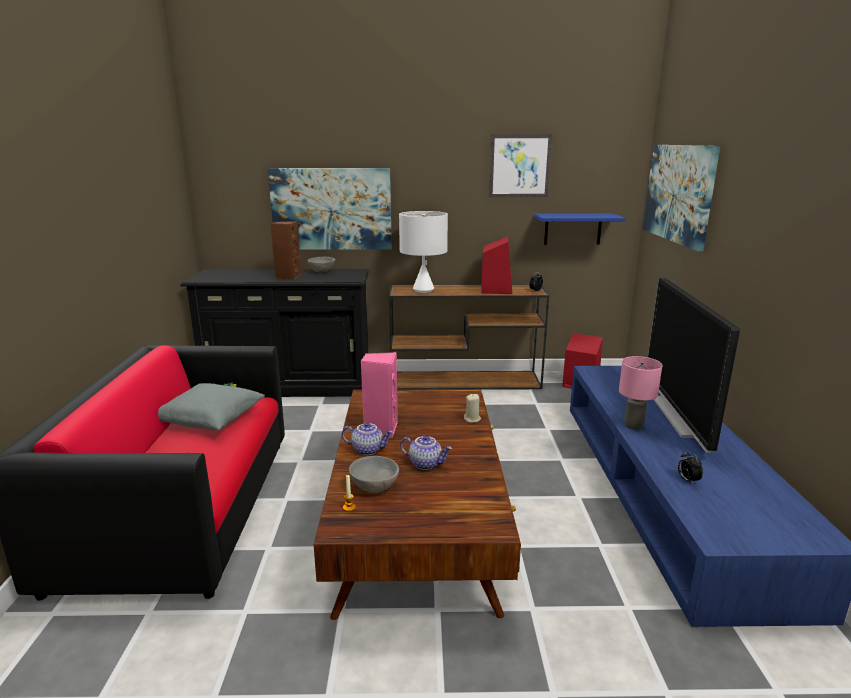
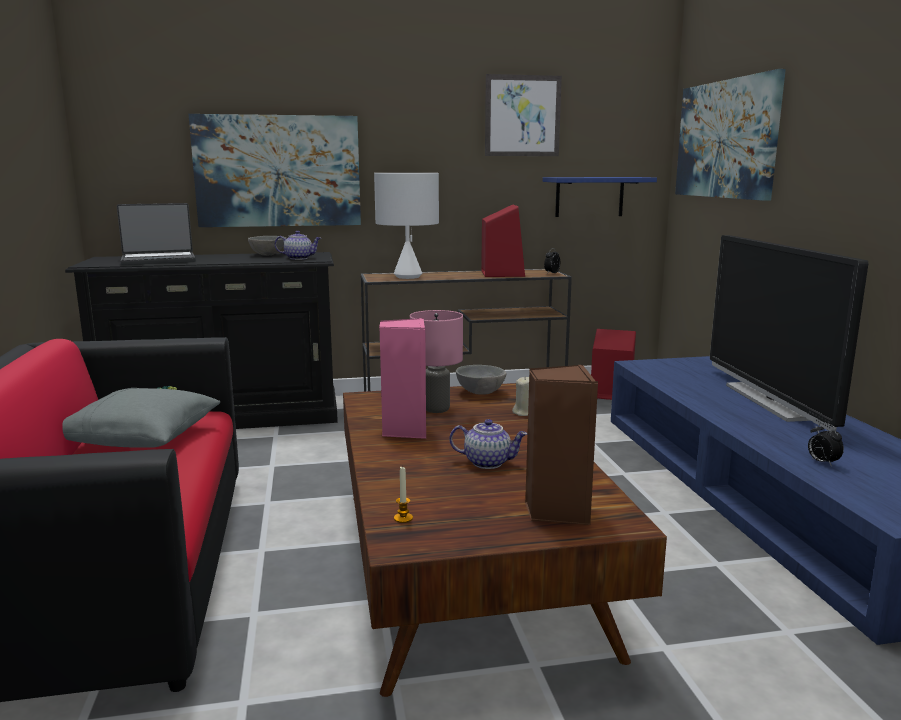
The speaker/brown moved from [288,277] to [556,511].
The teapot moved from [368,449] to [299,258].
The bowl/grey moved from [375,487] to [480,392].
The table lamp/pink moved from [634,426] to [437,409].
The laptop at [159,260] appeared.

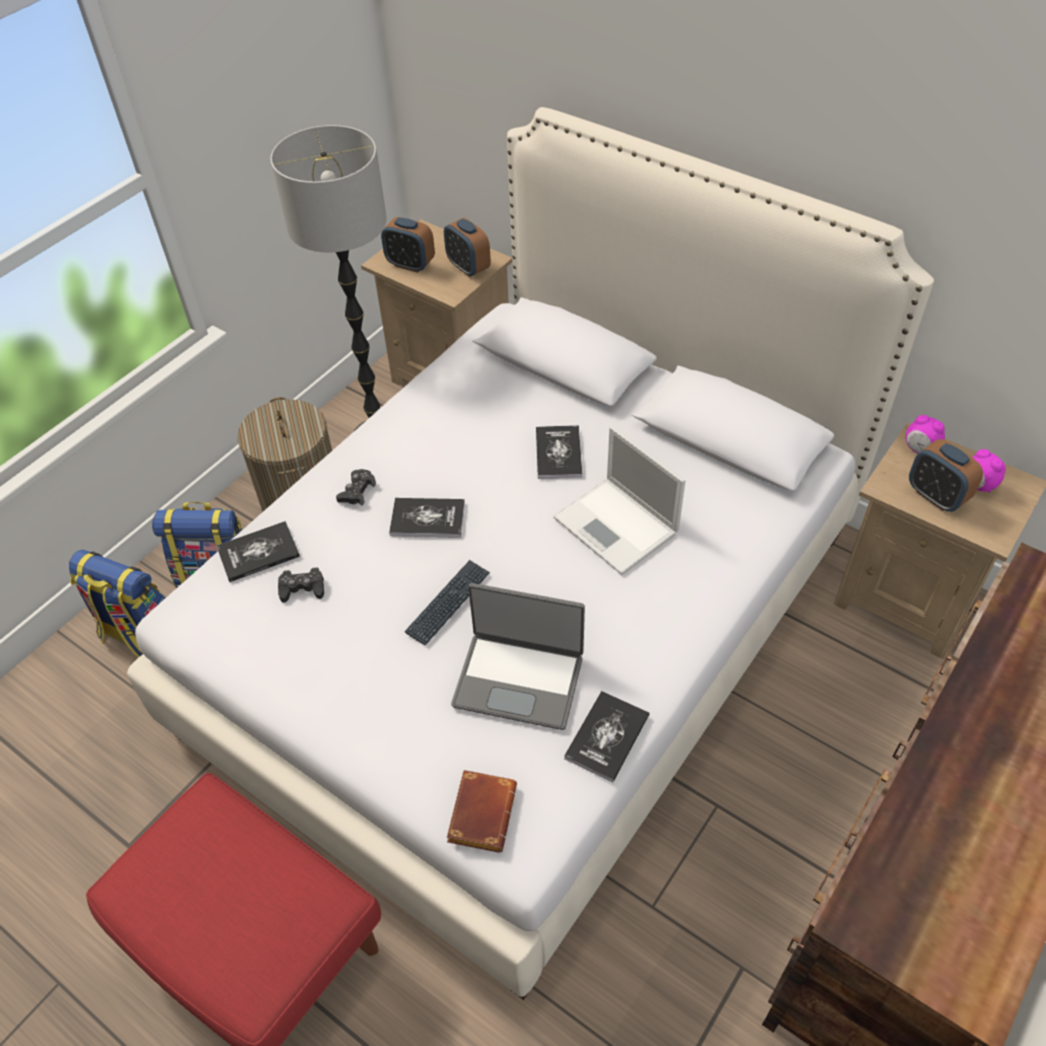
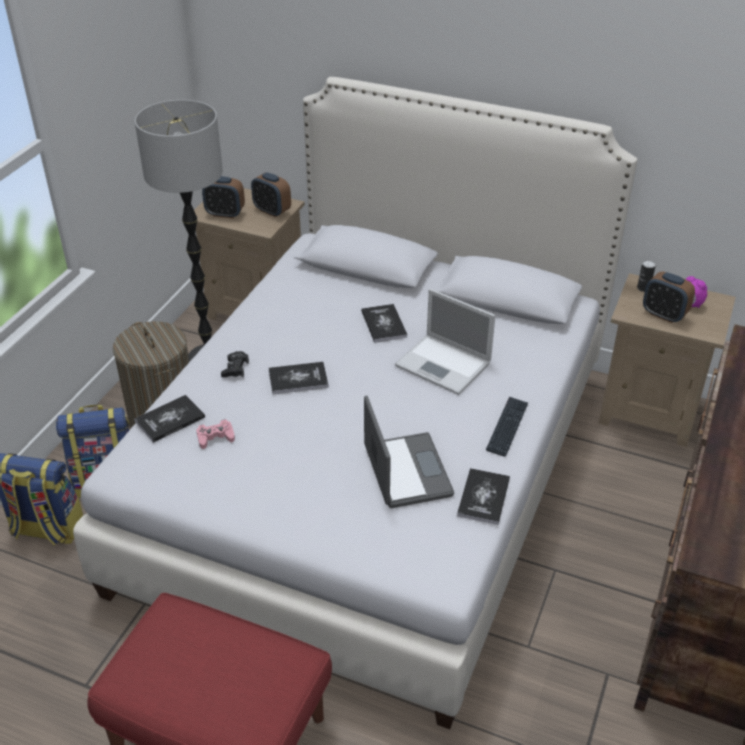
The game controller/black at [302,588] became the game controller/pink at [215,437].
The keyboard moved from [448,603] to [507,427].
The book/brown at [480,812] disappeared.
The laptop at [519,679] turned 105 degrees counterclockwise.
The alarm clock at [920,449] was replaced by the can at [643,288].

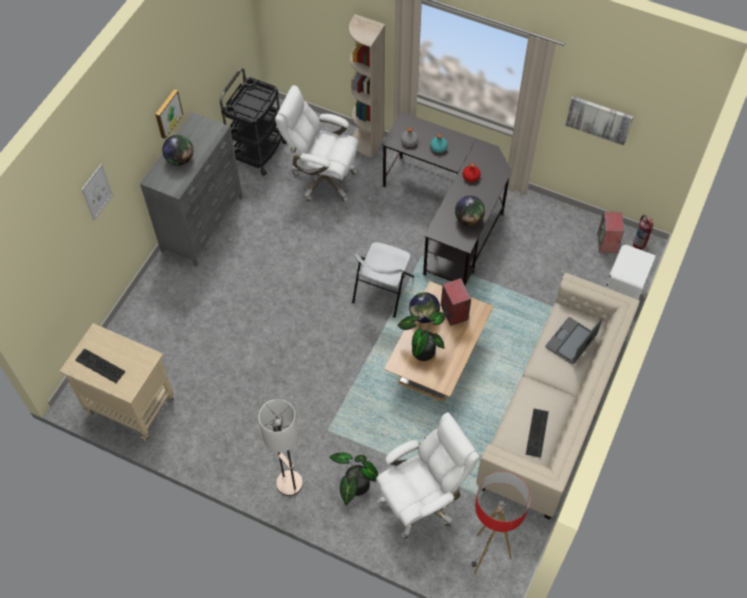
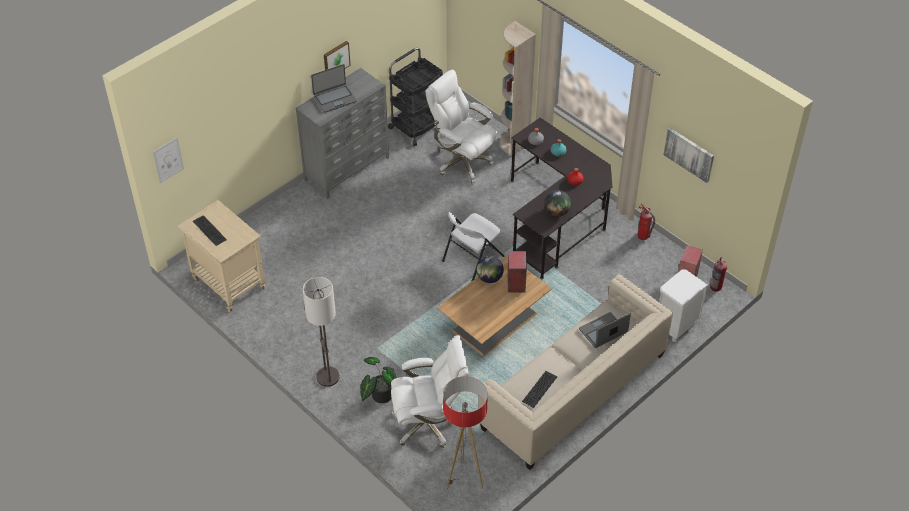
The picture moved from [97,192] to [168,160].
The globe at [180,159] was replaced by the laptop at [334,99].
The potted plant at [422,348] disappeared.
The fire extinguisher at [643,236] appeared.

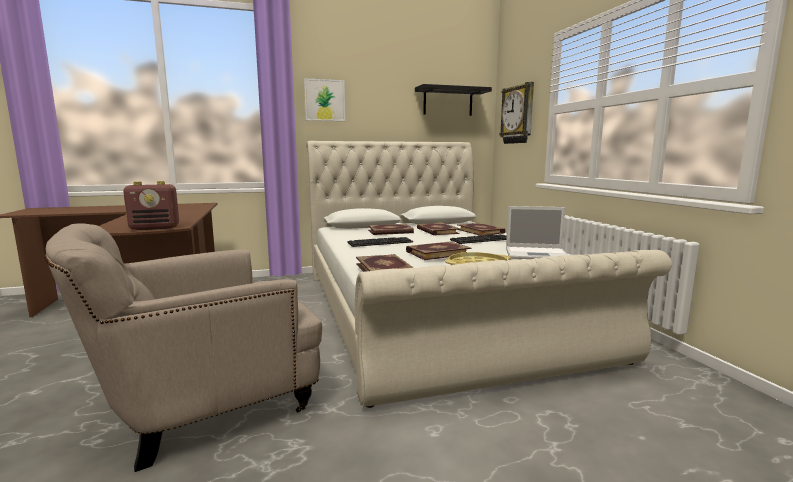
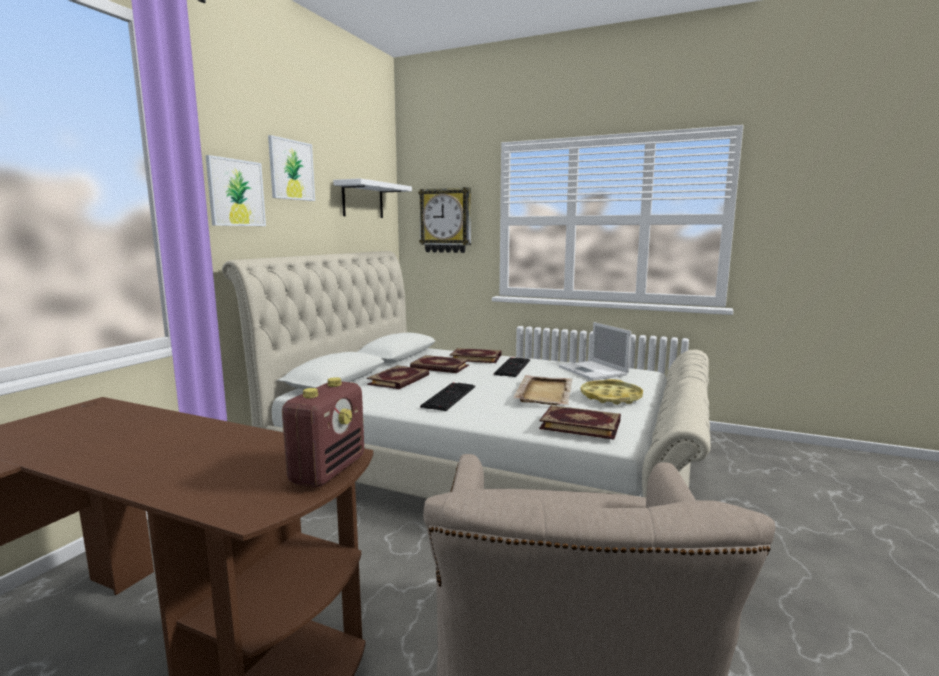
The book at [437,253] was replaced by the tray/beige at [545,392].
The shelf/black at [448,102] became the shelf/white at [362,200].
The laptop at [537,254] turned 105 degrees clockwise.
The picture at [291,170] appeared.

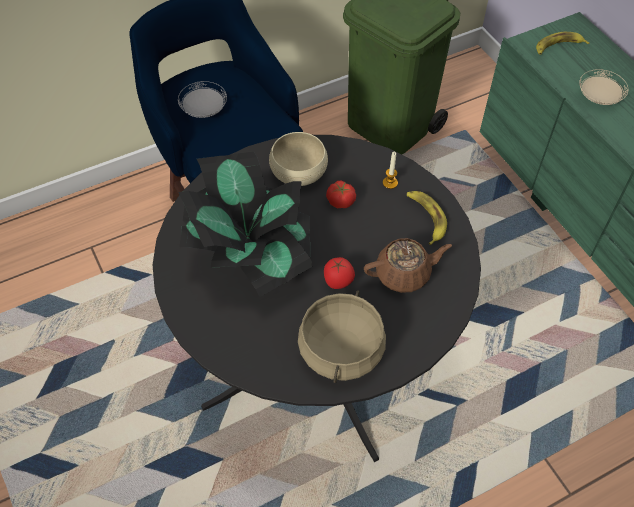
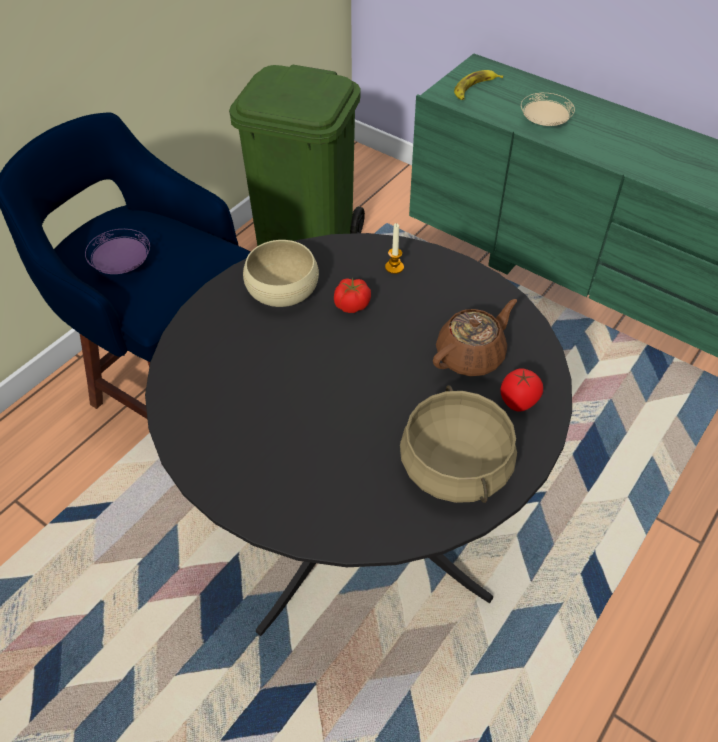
The plate/grey at [204,110] became the plate/purple at [122,265].
The potted plant at [250,253] disappeared.
The tomato moved from [338,282] to [518,402].
The banana at [426,218] disappeared.

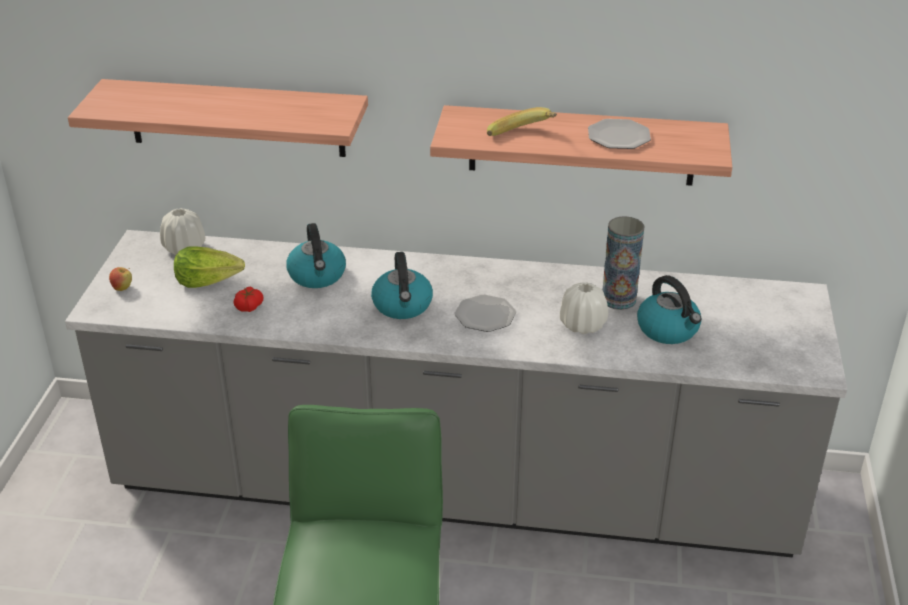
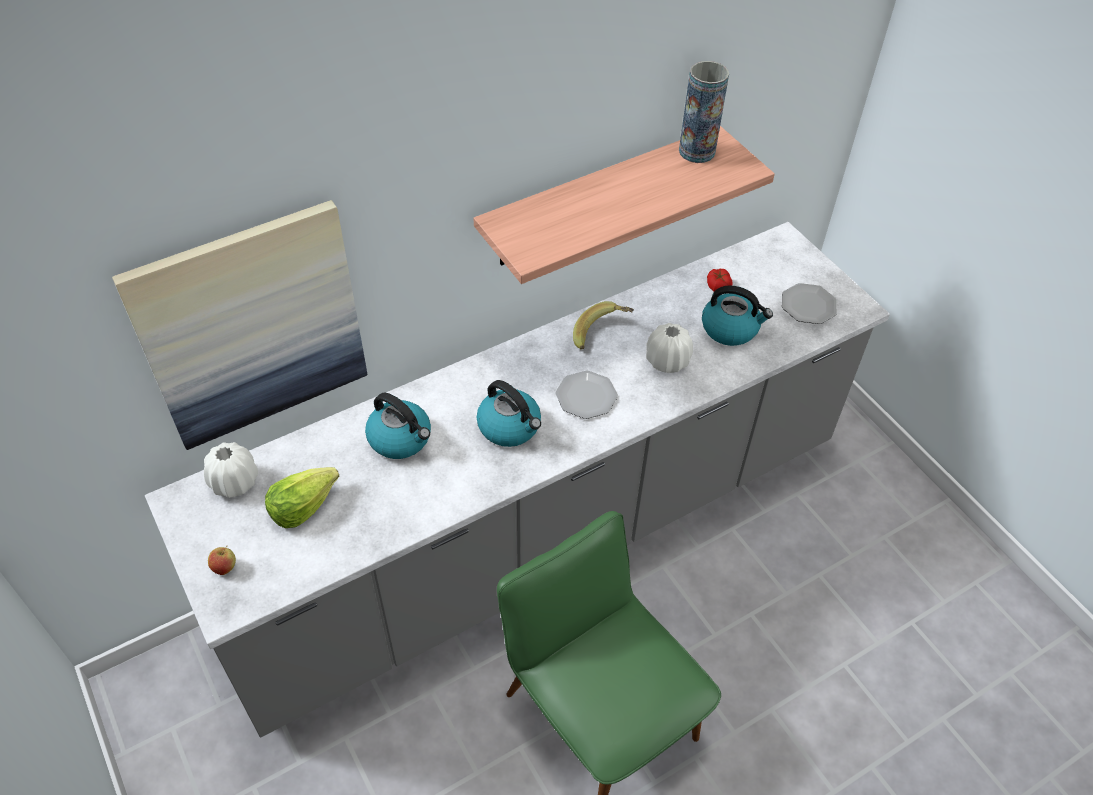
The shelf at [236,118] was replaced by the picture at [252,327].
The tomato moved from [249,306] to [718,286].
The banana moved from [523,137] to [601,335].
The plate moved from [618,137] to [808,306].
The vase moved from [619,299] to [697,151].

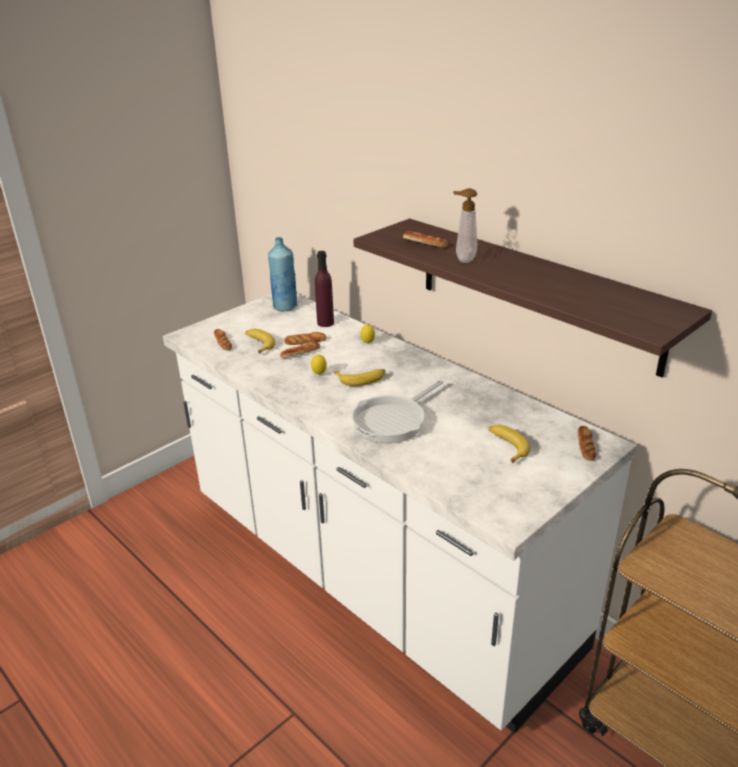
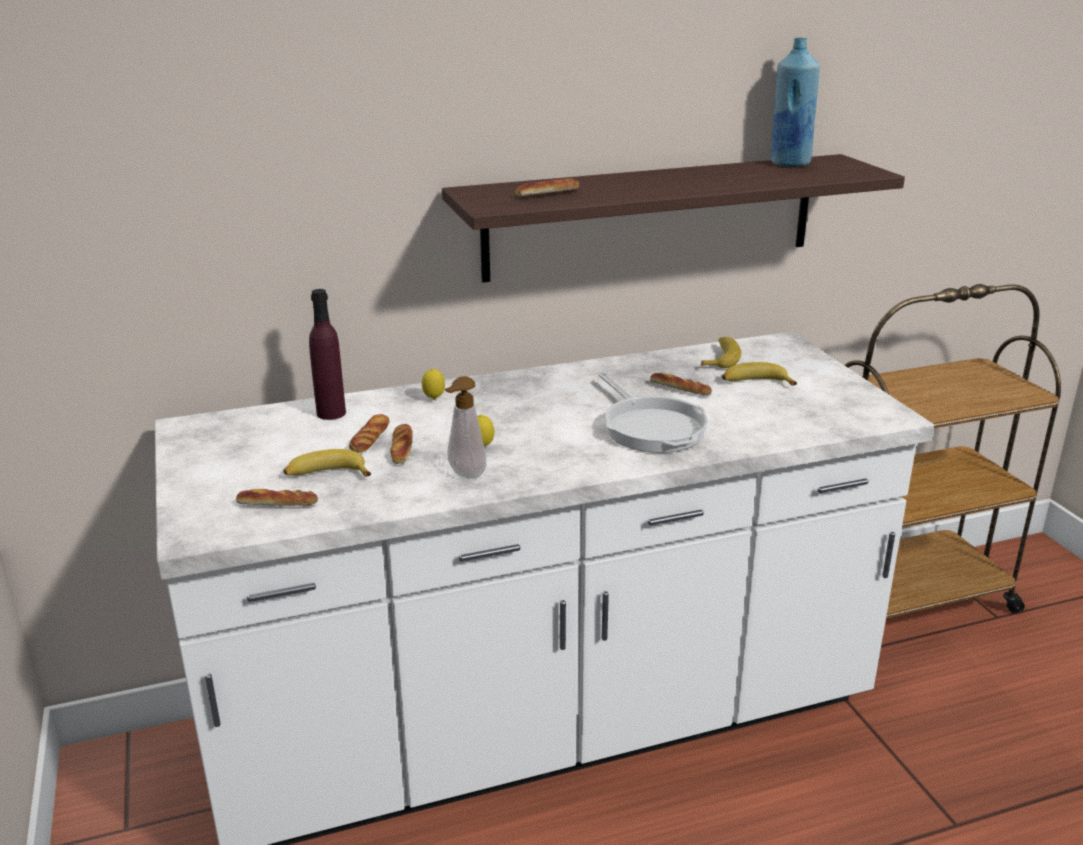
The bottle/blue moved from [285,307] to [789,163].
The banana moved from [361,379] to [720,358].
The soap dispenser moved from [463,259] to [464,475].
The bread moved from [585,446] to [680,389].

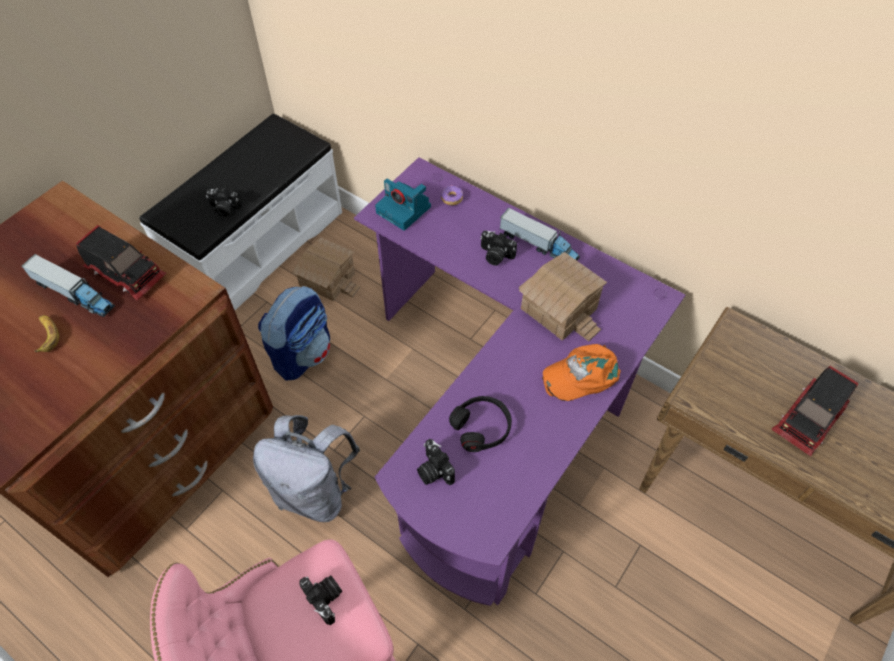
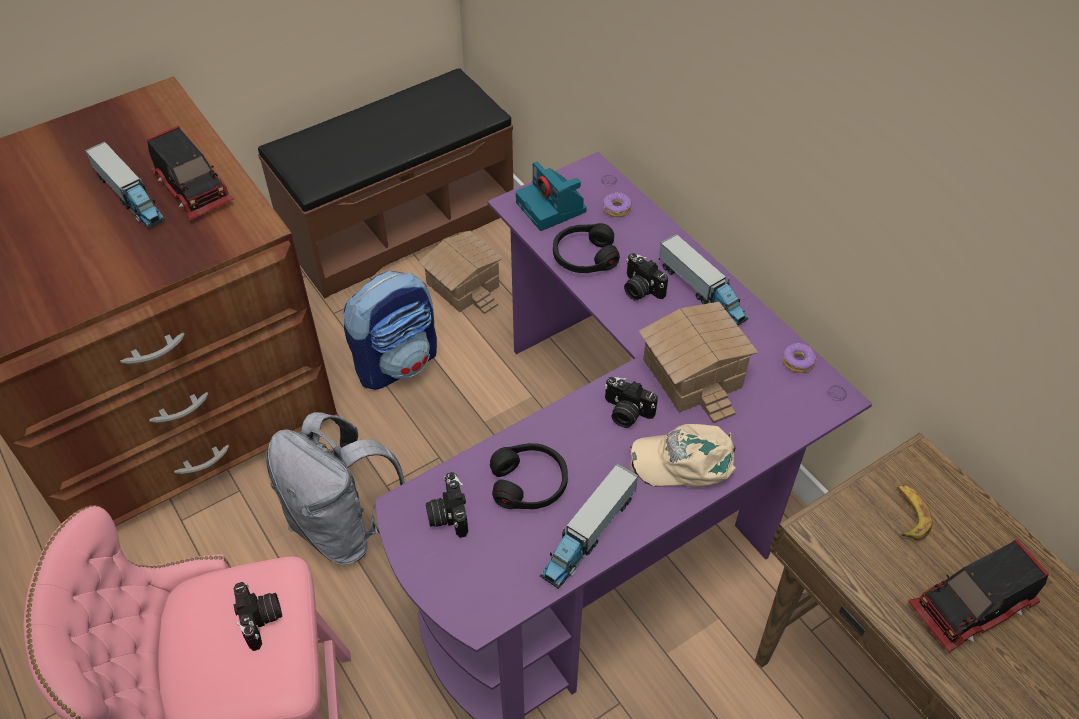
The banana moved from [47,335] to [909,514].
The bench/white at [258,246] became the bench/brown at [398,224].
The photo camera moved from [224,209] to [626,413].
The cap/orange at [581,375] became the cap/beige at [685,460].
The toy truck at [588,535] appeared.
The headphones/black at [584,256] appeared.
The donut at [798,361] appeared.

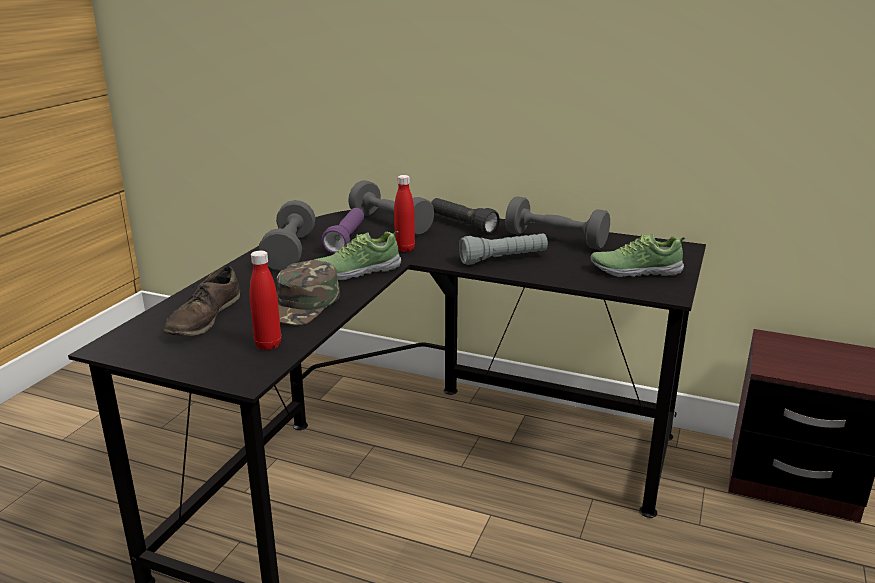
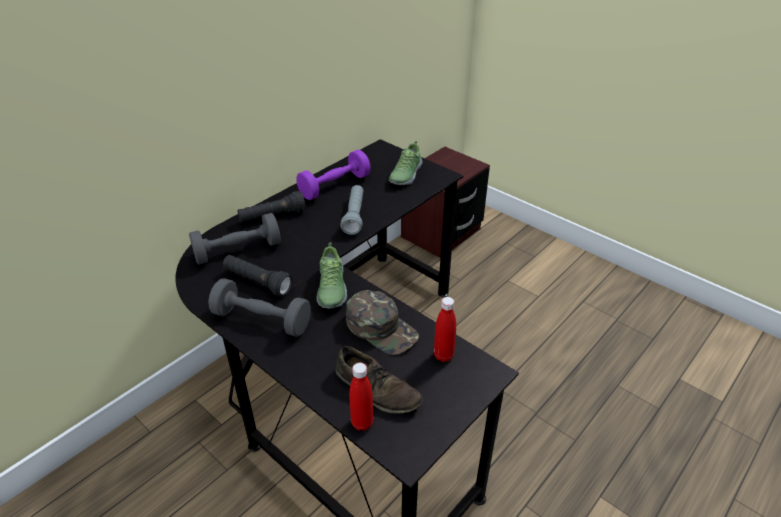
The flashlight/purple at [346,240] became the flashlight/black at [257,282].
The bottle/red moved from [404,249] to [362,423].
The dumbbell/grey at [555,240] became the dumbbell/purple at [334,186].

